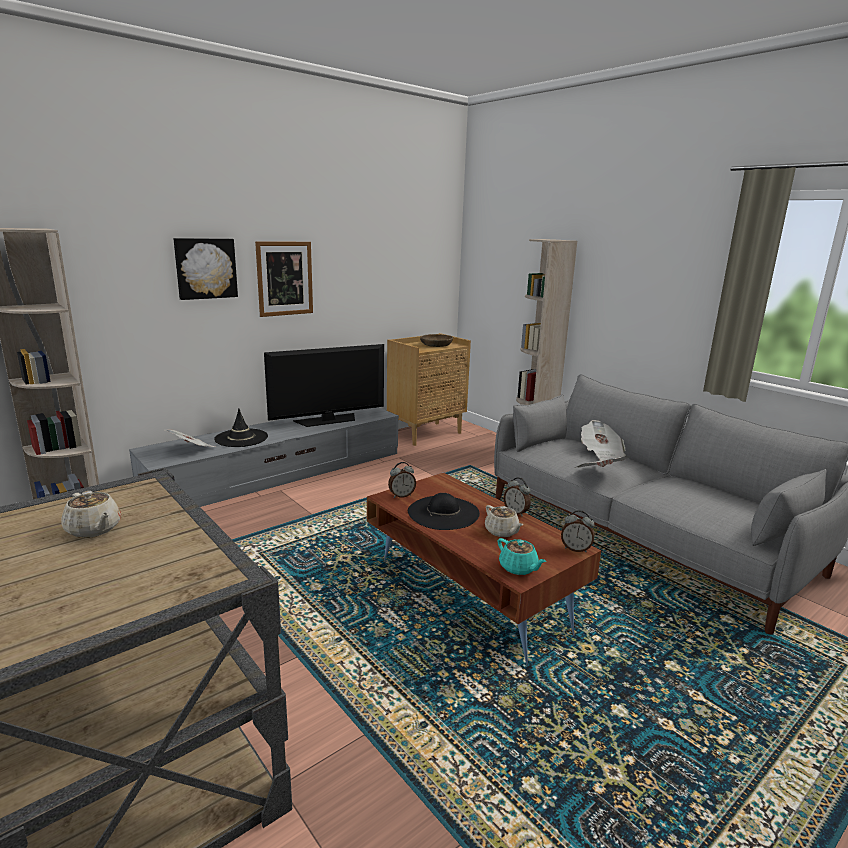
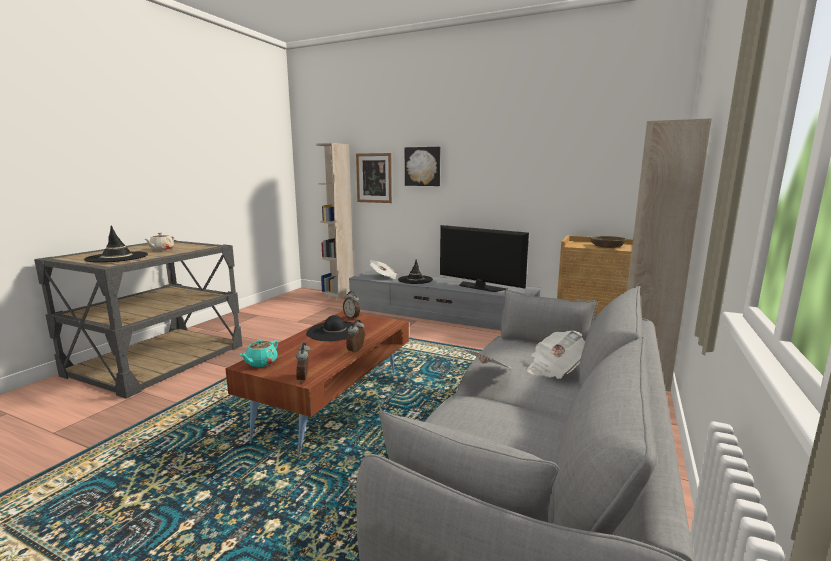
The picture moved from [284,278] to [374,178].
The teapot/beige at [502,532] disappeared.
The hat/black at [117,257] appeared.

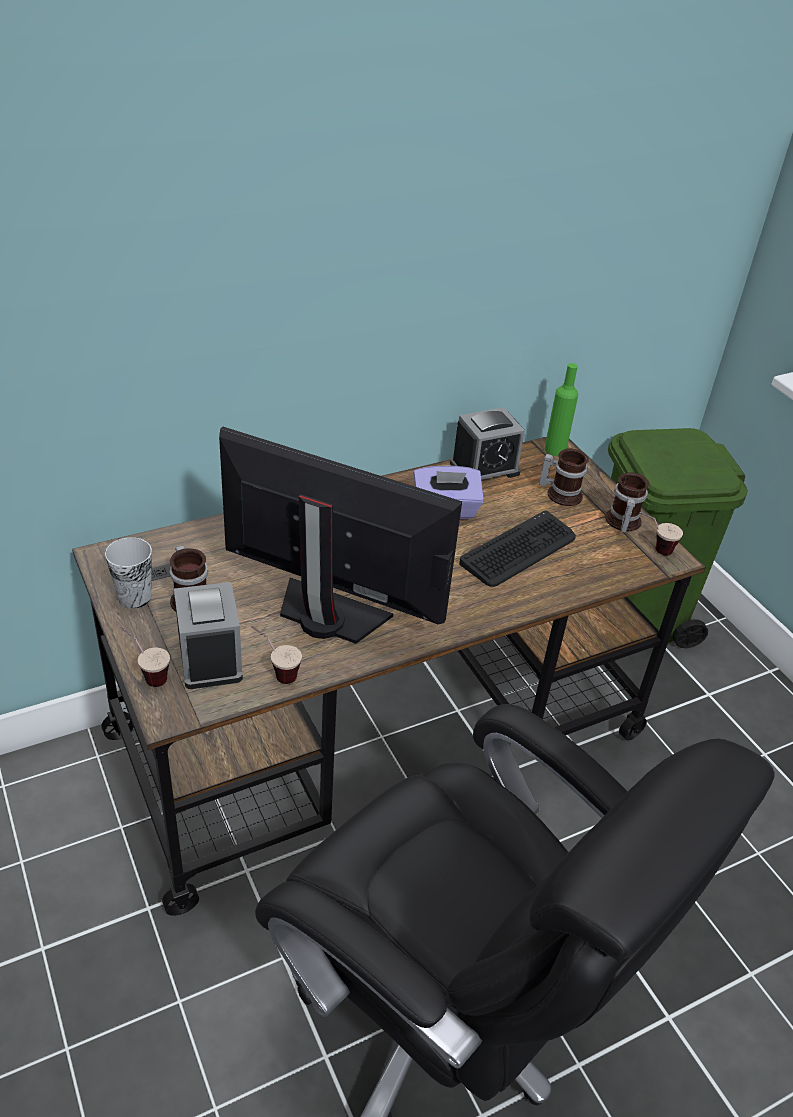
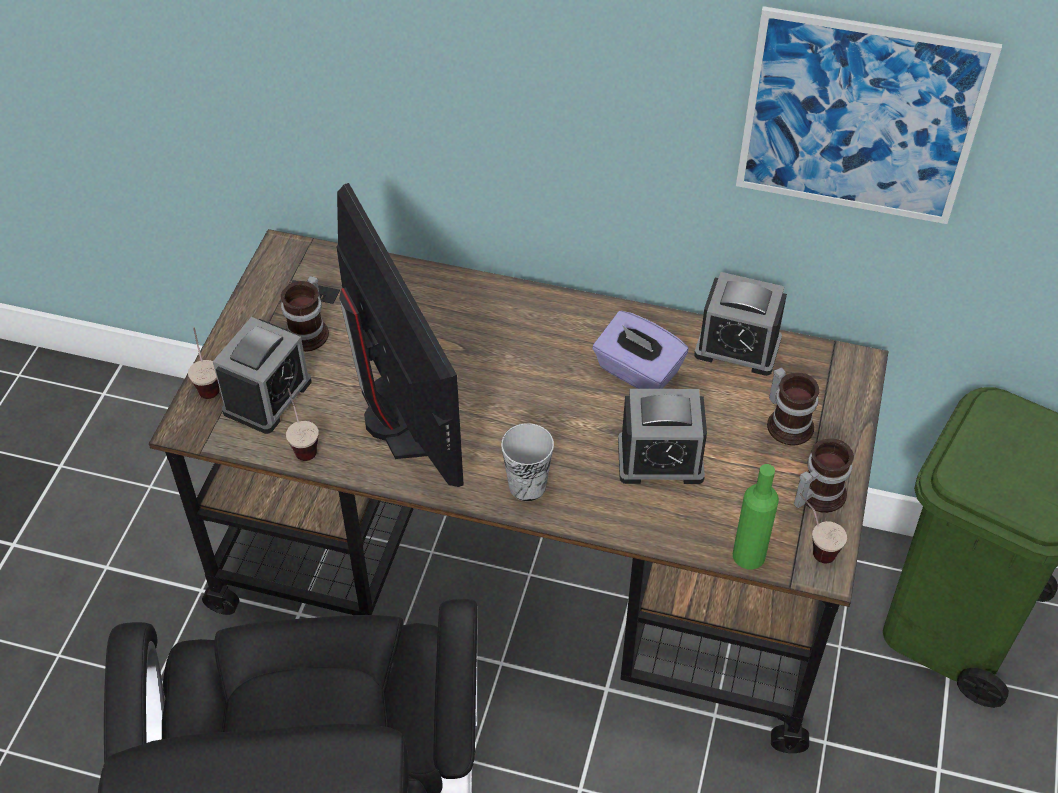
The cup moved from [134,597] to [527,486].
The keyboard at [519,550] was replaced by the alarm clock at [660,459].
The bottle/green moved from [555,449] to [749,555].
The picture at [859,118] appeared.

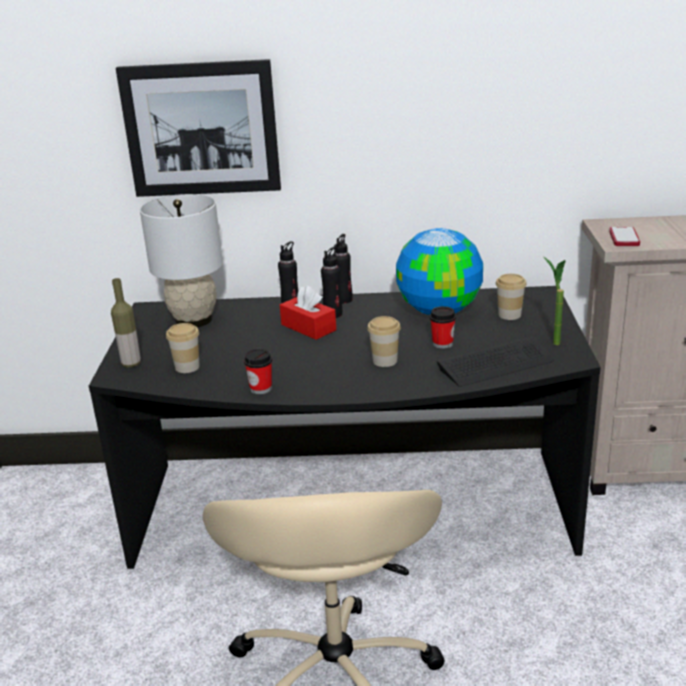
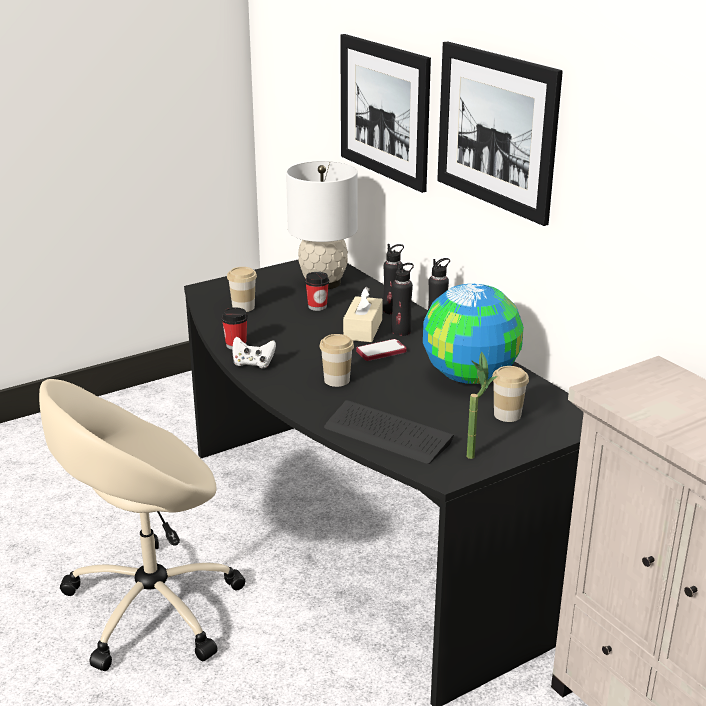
The bottle at [131,364] disappeared.
The tissue box/red at [308,327] became the tissue box/beige at [363,329].
The cup moved from [442,344] to [317,306].
The phone moved from [624,238] to [381,351].
The game controller/white at [253,364] appeared.
The picture at [496,130] appeared.

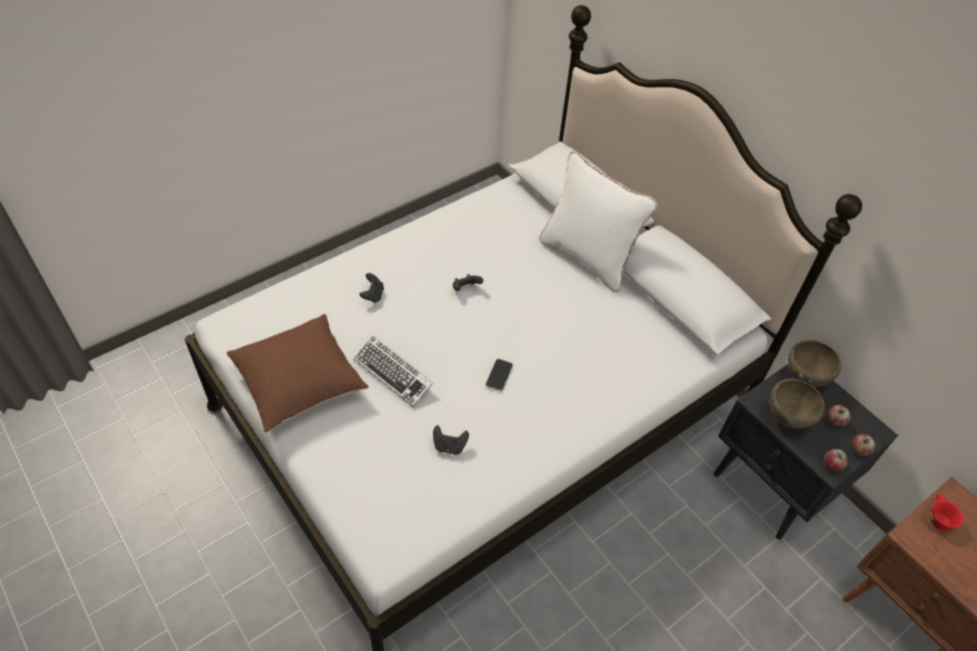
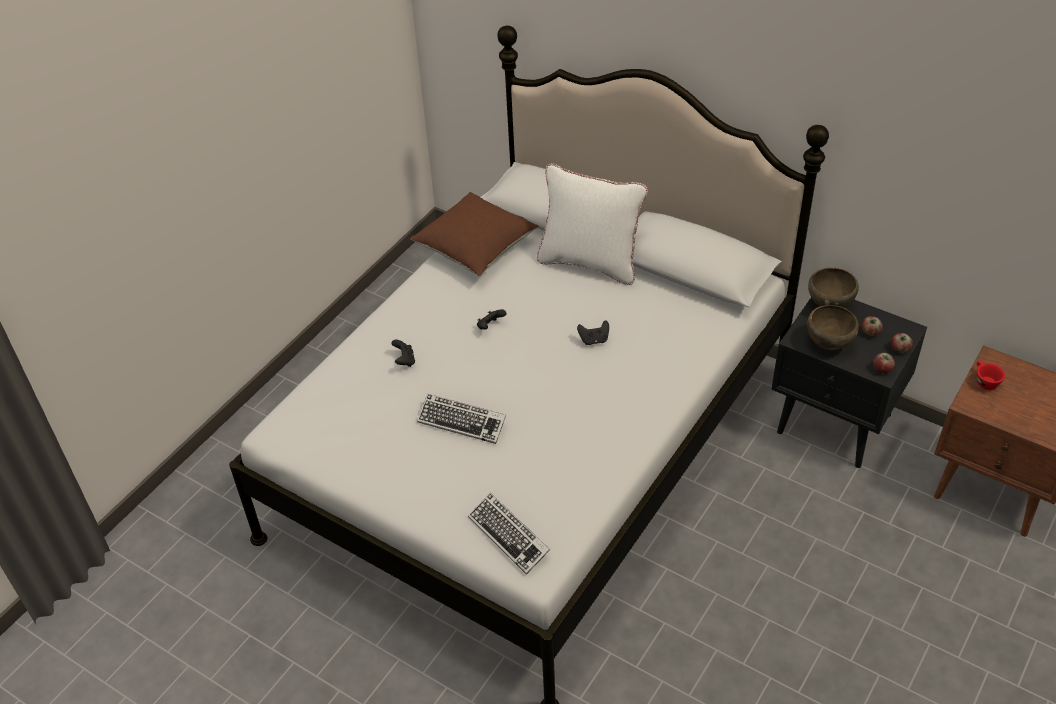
The pillow/brown moved from [299,383] to [476,248].
The game controller/black moved from [449,446] to [594,340].
The phone at [499,375] disappeared.
The keyboard at [509,536] appeared.

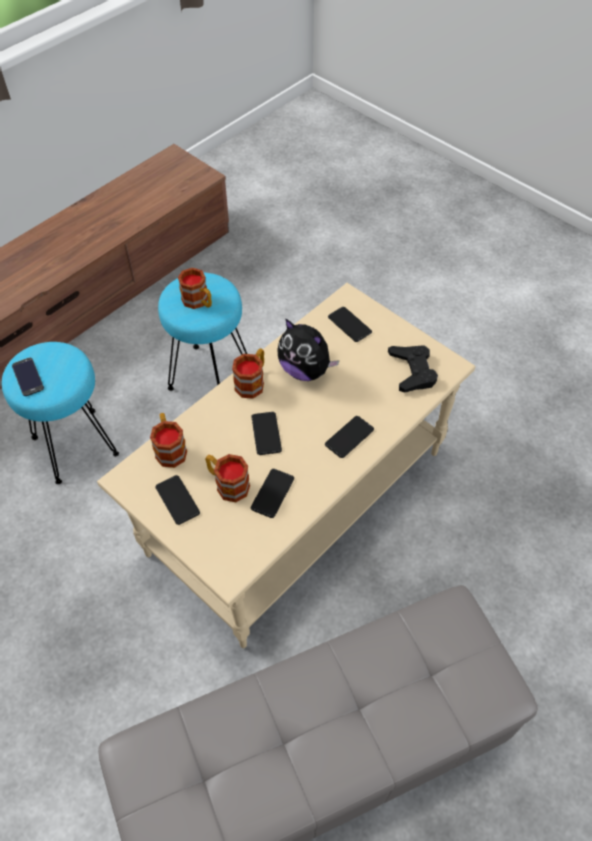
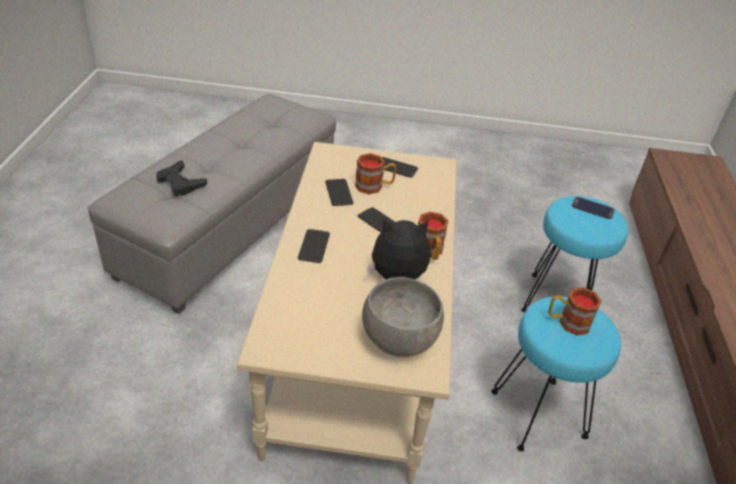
The mug at [170,448] disappeared.
The phone at [349,325] was replaced by the bowl/grey at [399,341].
The game controller/black moved from [412,371] to [180,183].

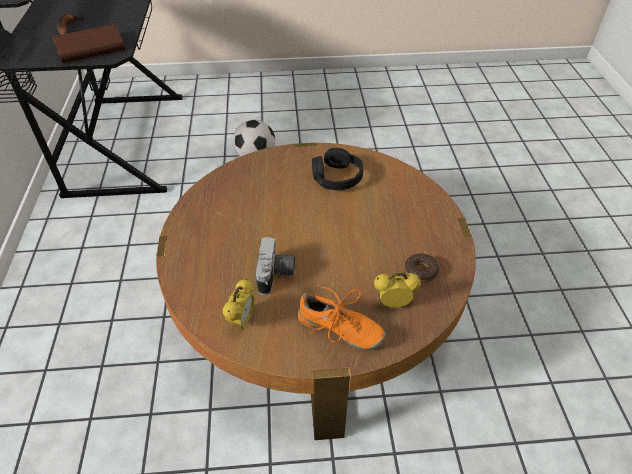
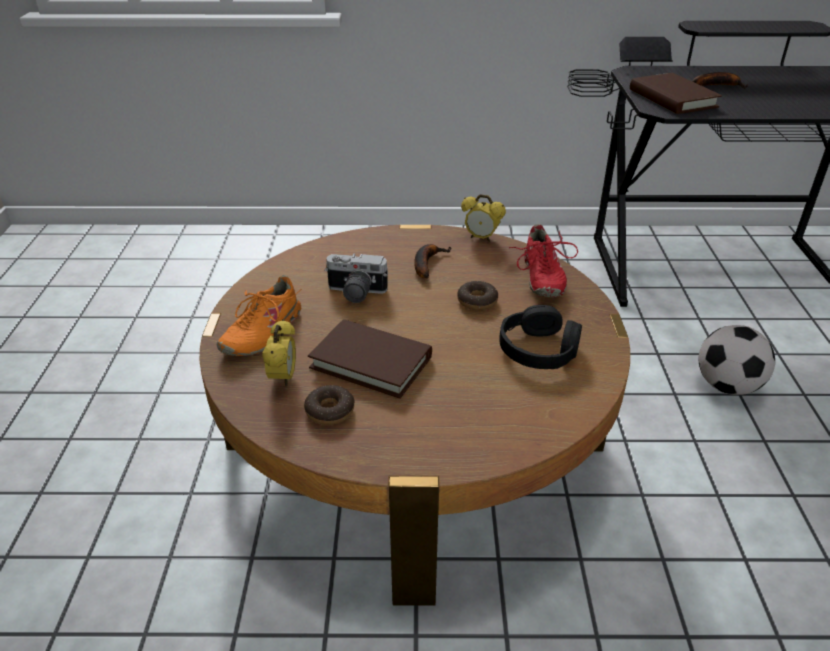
The alarm clock moved from [242,320] to [481,238].
The book/brown at [371,362] appeared.
The banana at [426,263] appeared.
The donut at [477,301] appeared.
The shoe/red at [541,277] appeared.

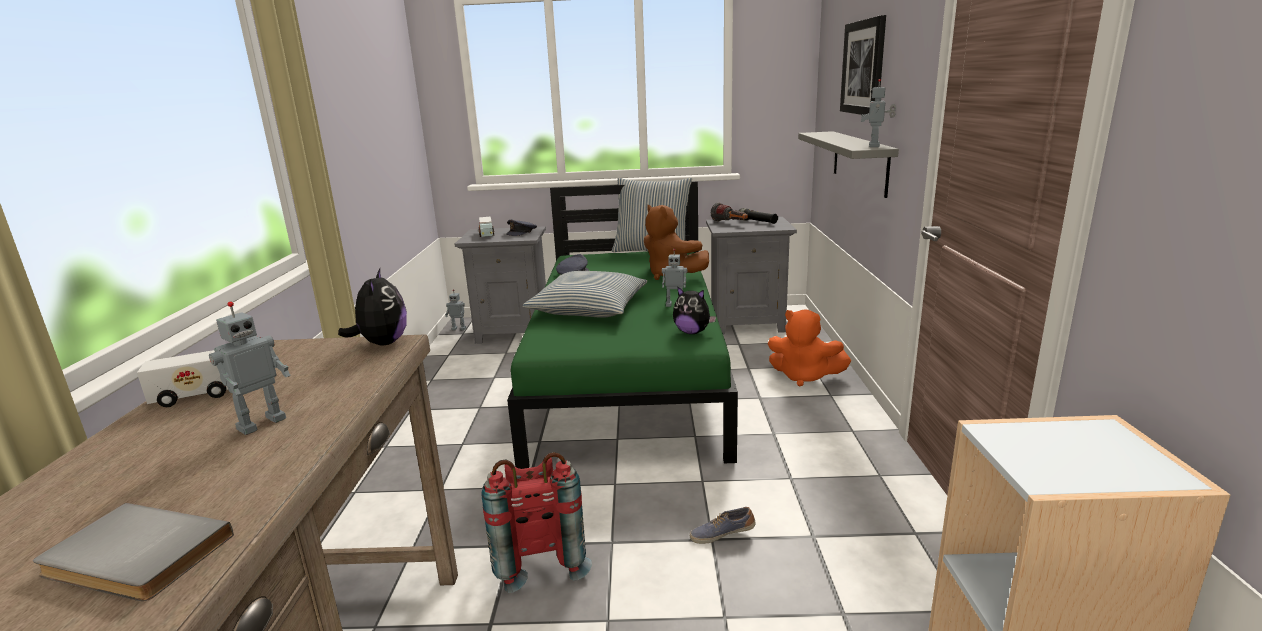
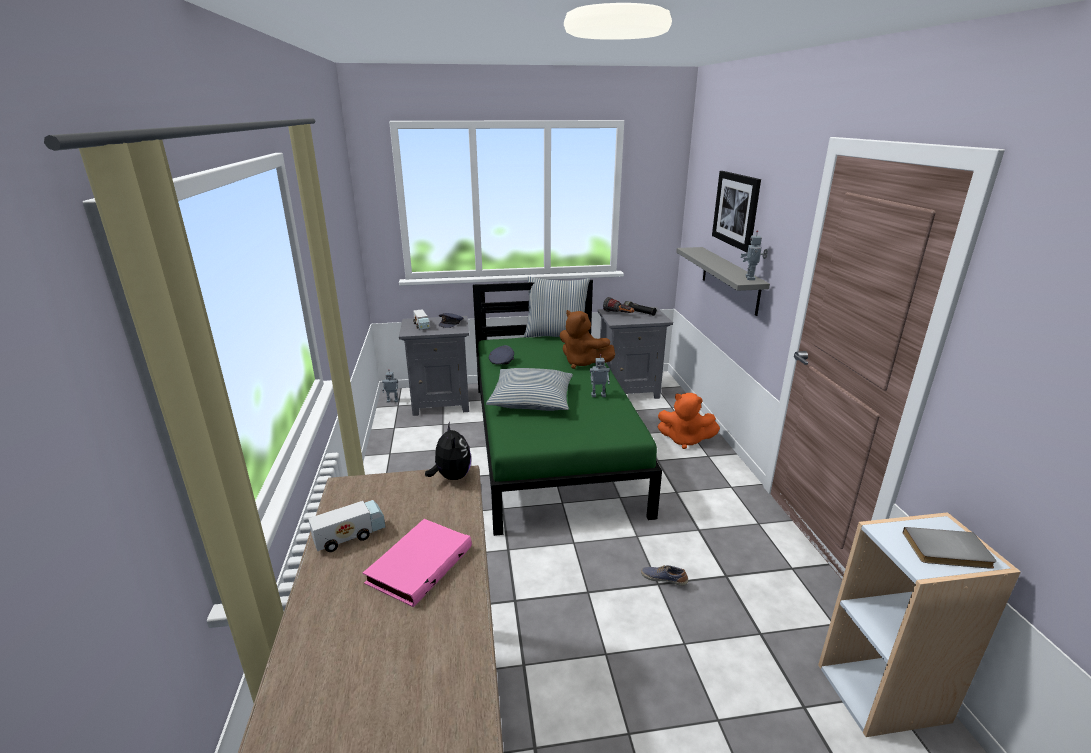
The book/grey moved from [133,558] to [948,551].
The toy robot at [261,423] was replaced by the book/pink at [418,564].
The backpack/red at [538,559] disappeared.
The plush toy at [692,332] disappeared.
The shoe at [722,534] turned 45 degrees clockwise.

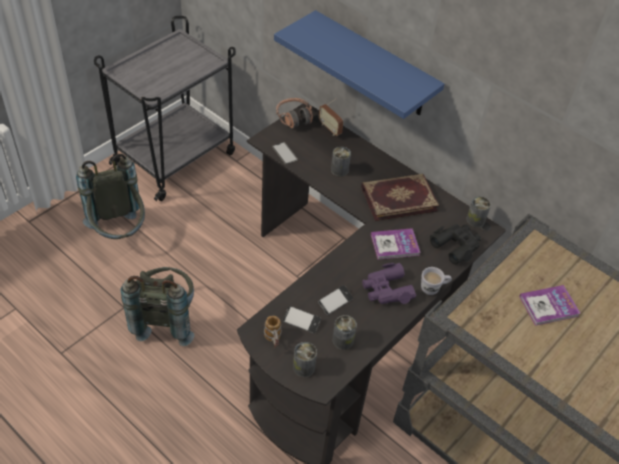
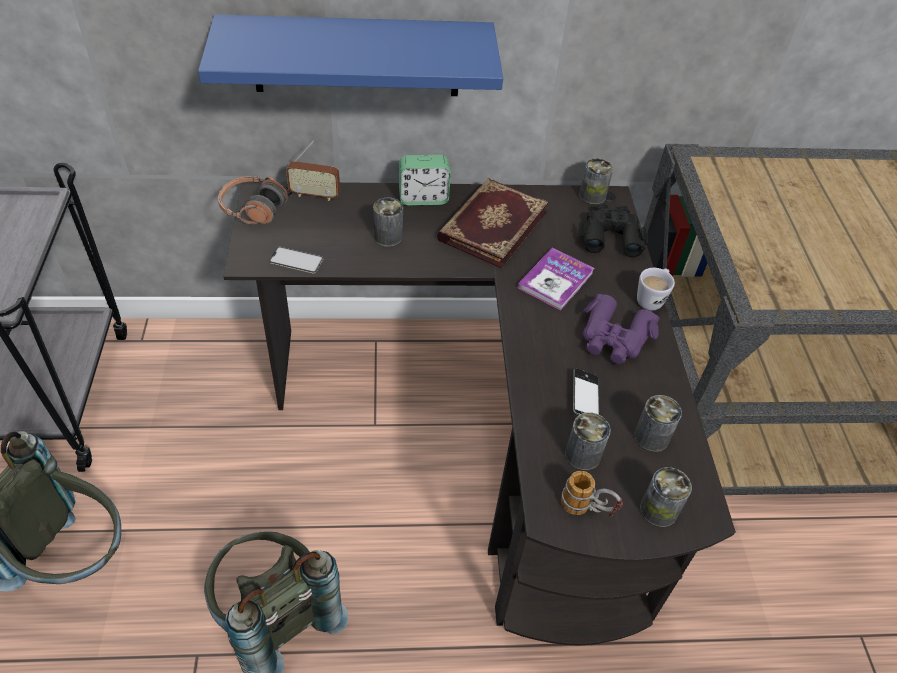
The phone at [301,321] was replaced by the can at [582,454].
The book at [548,306] disappeared.
The alarm clock at [423,198] appeared.

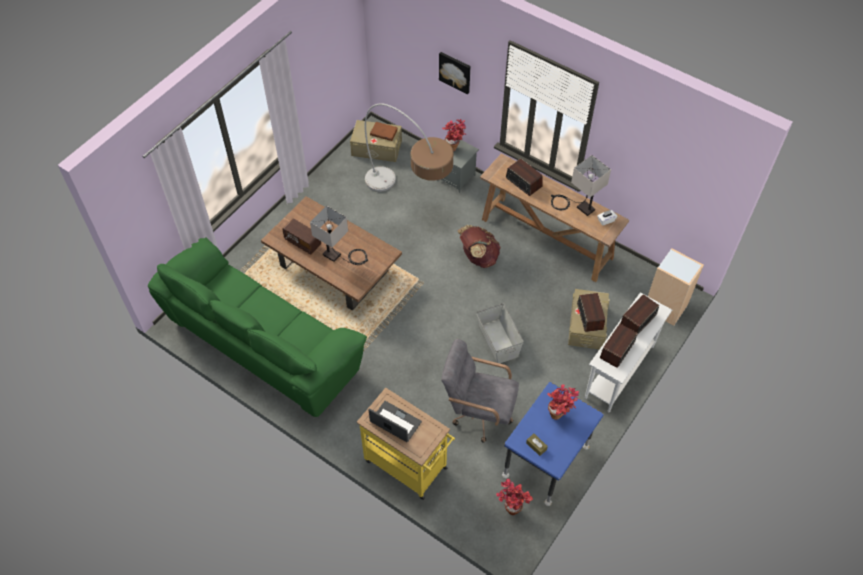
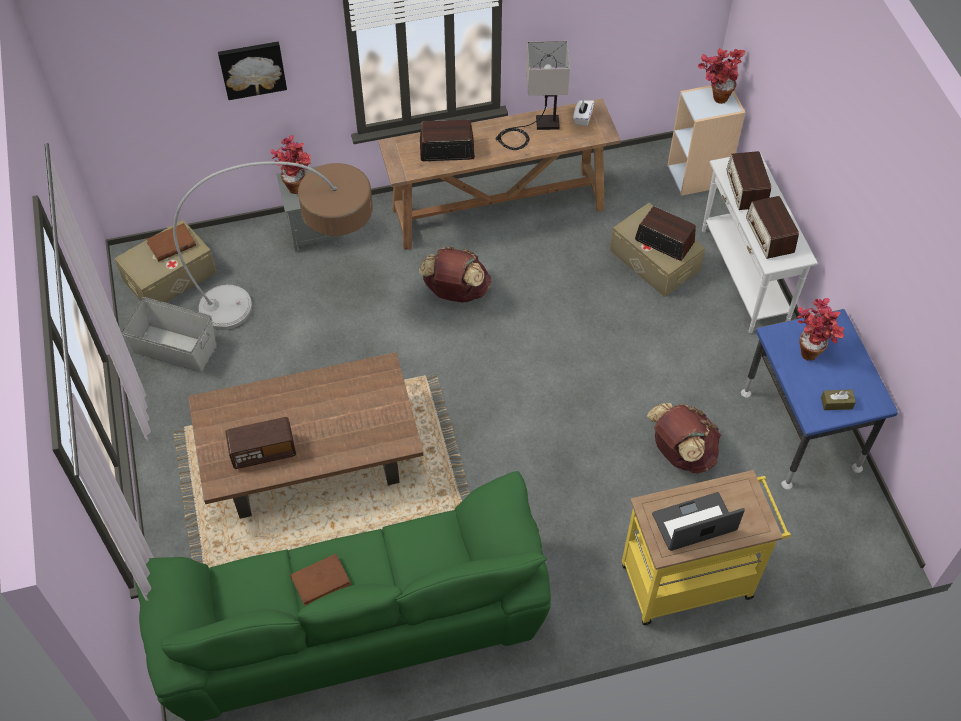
The table lamp at [342,256] disappeared.
The office chair/grey at [478,414] was replaced by the backpack/brown at [680,453].
The storage box/grey moved from [498,341] to [175,349].
The potted plant moved from [511,506] to [714,97].
The book/brown at [321,580] appeared.

